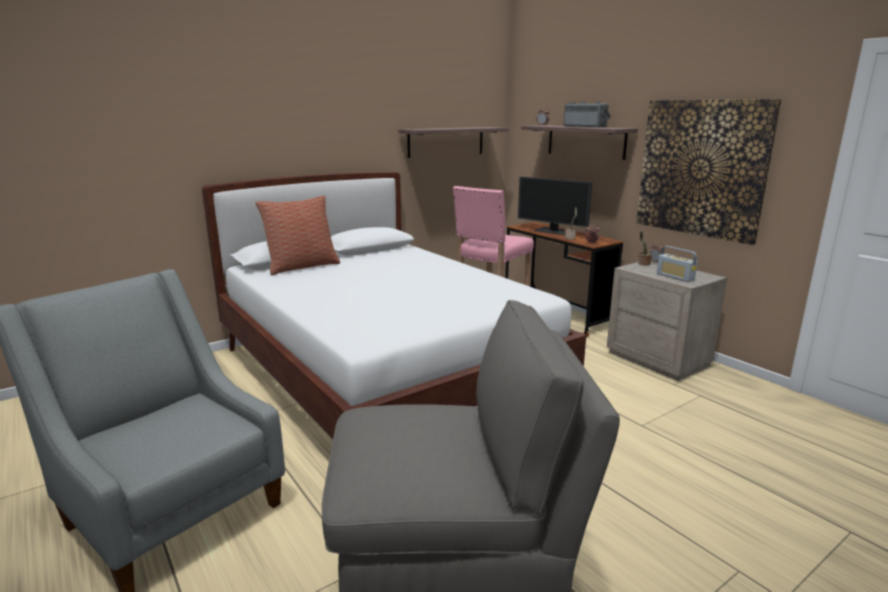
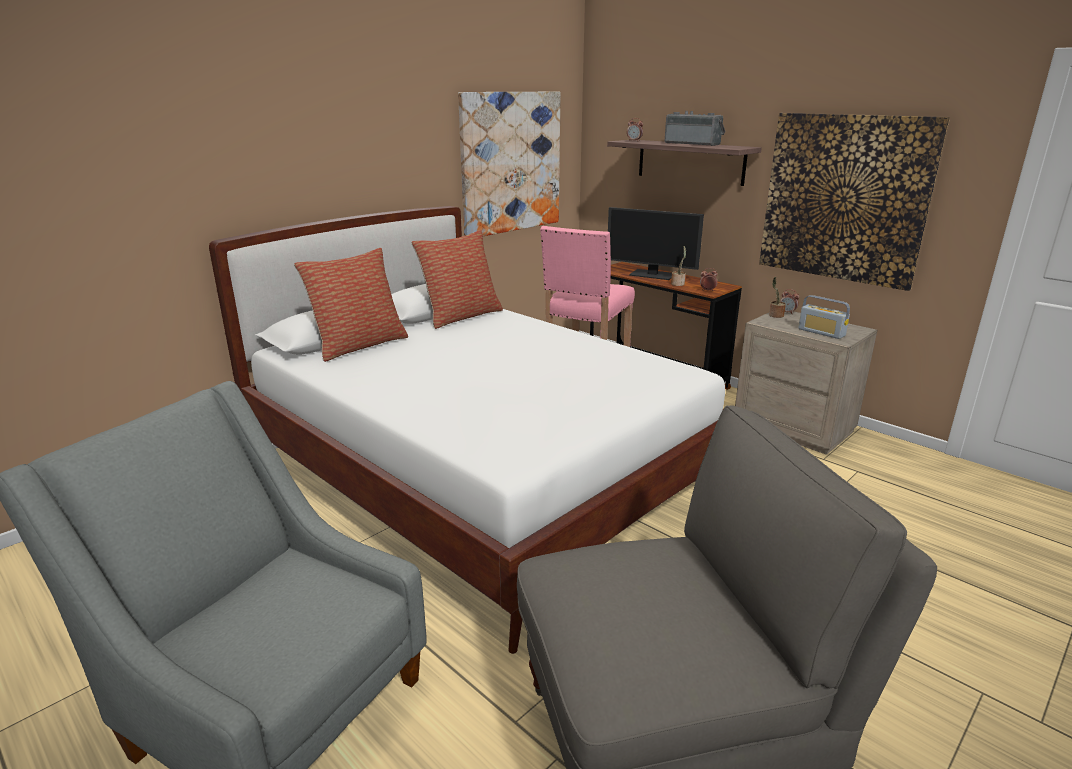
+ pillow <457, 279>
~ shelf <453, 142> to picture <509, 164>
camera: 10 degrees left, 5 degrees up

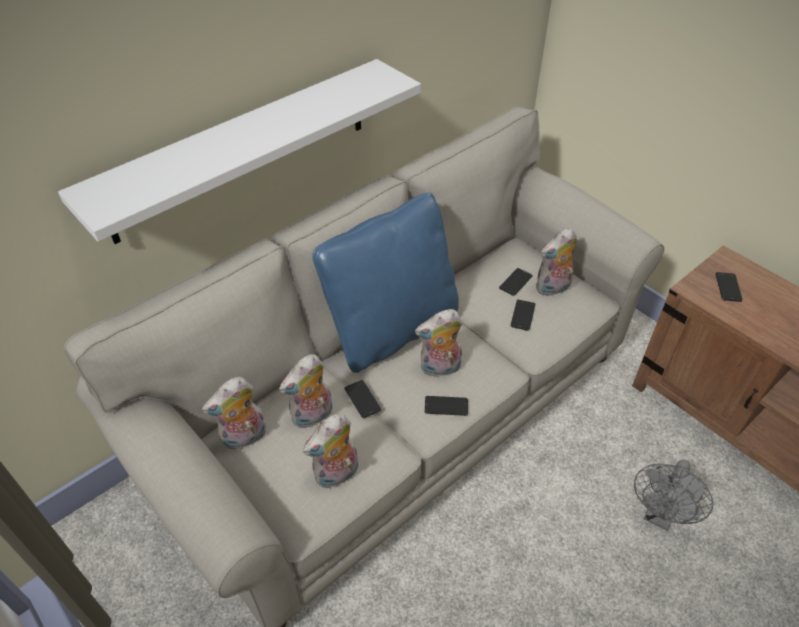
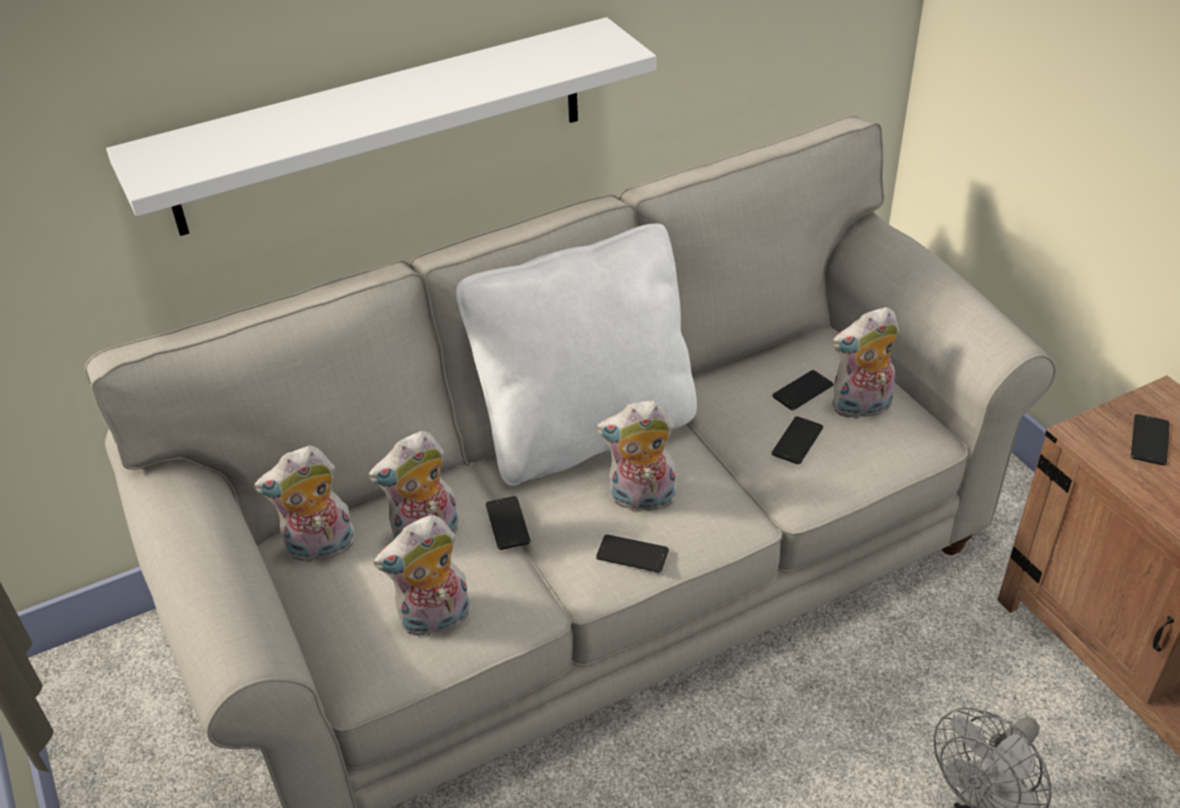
~ pillow/blue <385, 283> to pillow/white <576, 355>
camera: 15 degrees right, 5 degrees down

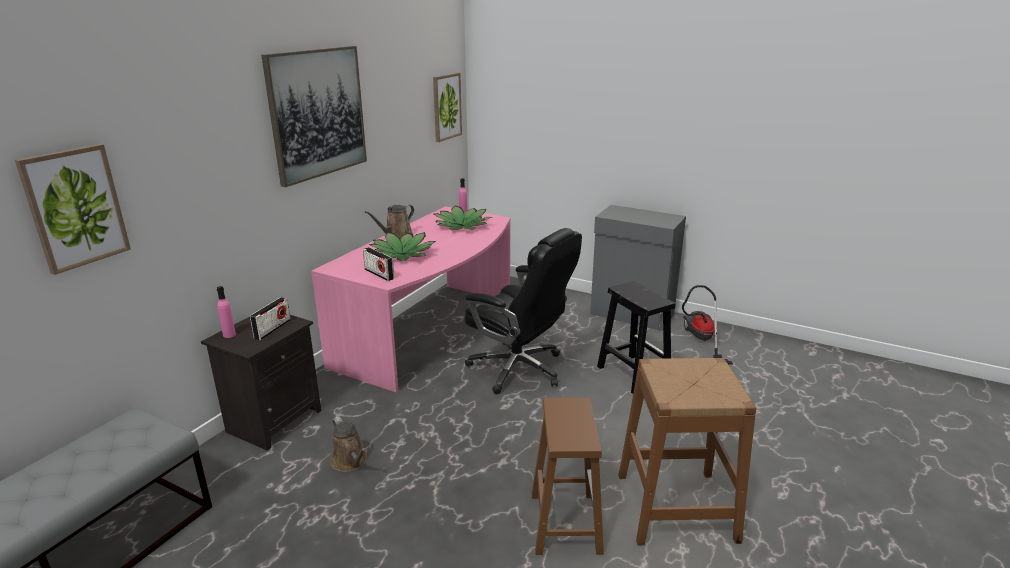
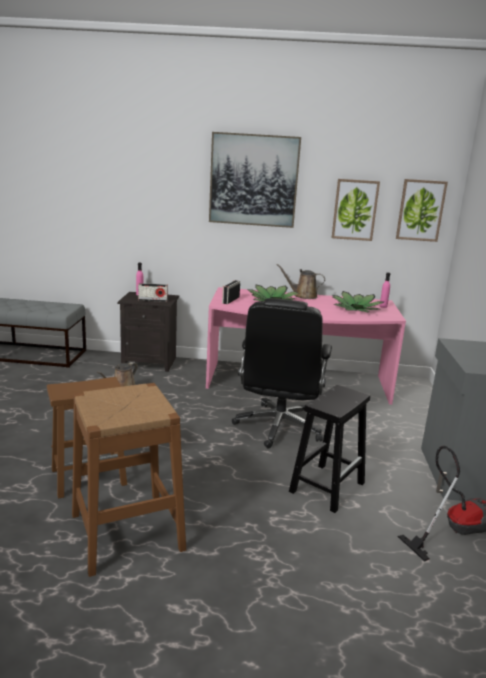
~ picture <73, 209> to <356, 210>
camera: 65 degrees right, 5 degrees down

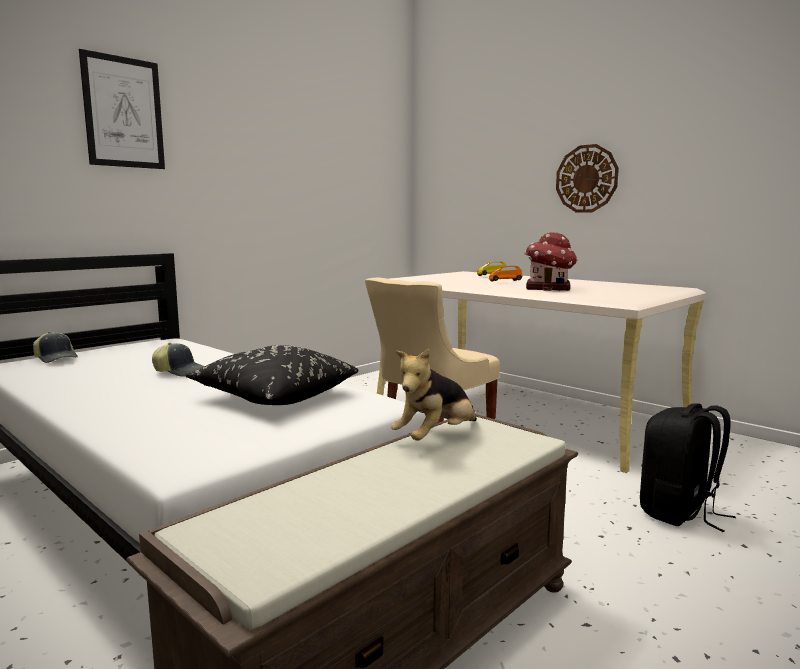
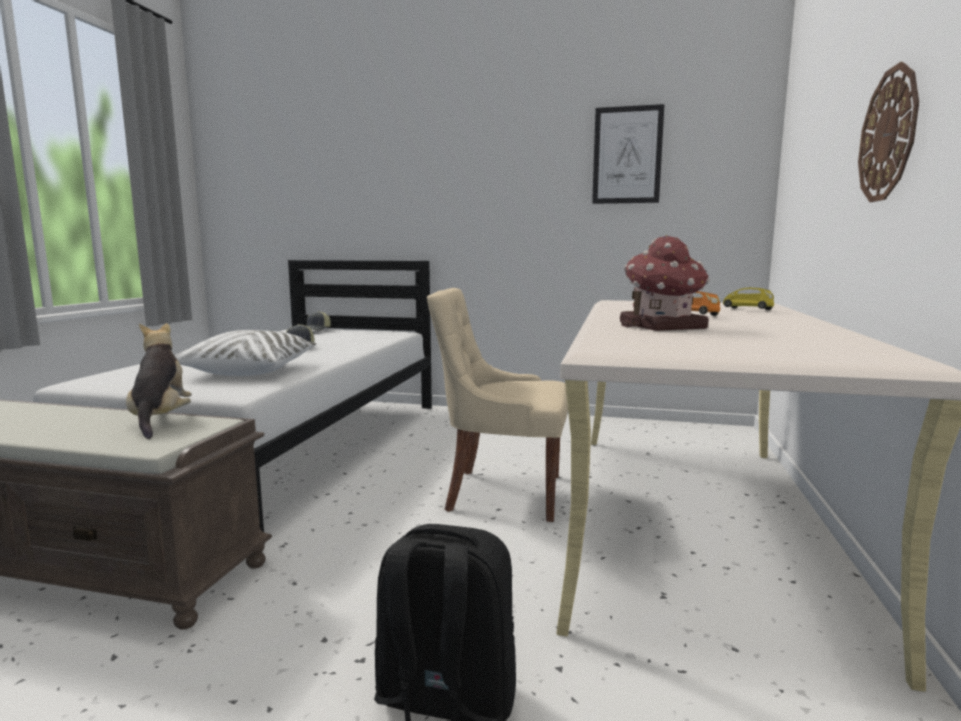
~ picture <122, 109> to <628, 154>
~ pillow/black <271, 375> to pillow/white <245, 353>
~ plush toy <434, 394> = <159, 381> 60 degrees clockwise
camera: 60 degrees right, 0 degrees up

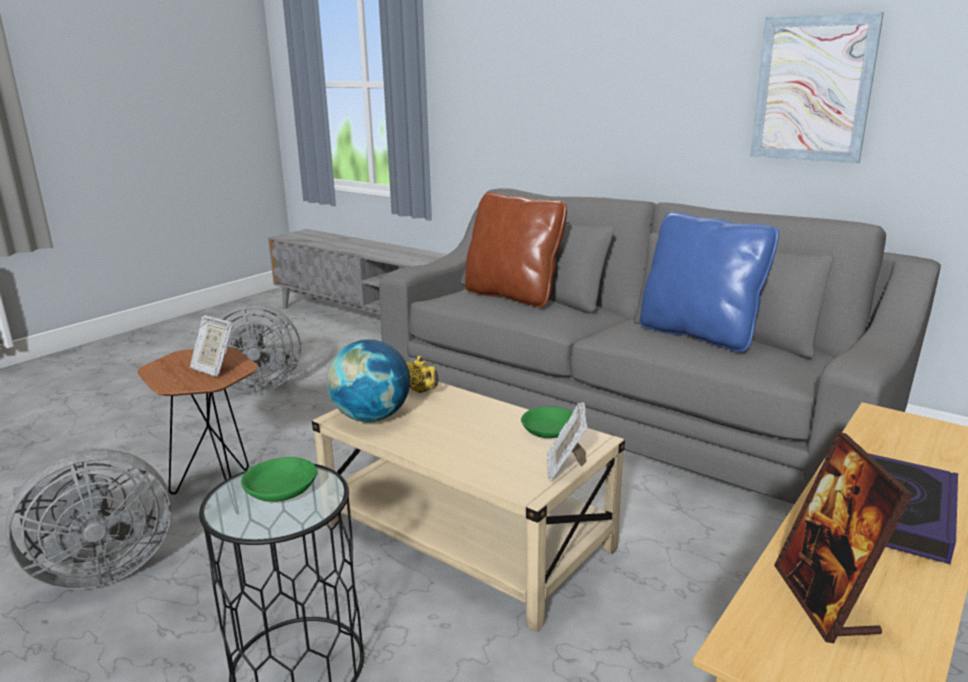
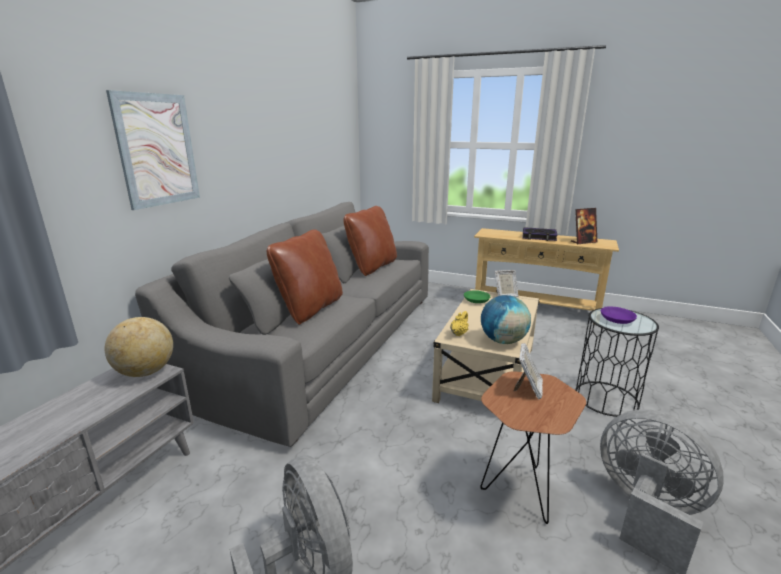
+ globe <139, 347>
~ picture <817, 87> to <153, 150>
~ bowl/green <279, 479> to bowl/purple <619, 315>
~ pillow/blue <709, 282> to pillow/brown <370, 241>
camera: 105 degrees left, 0 degrees up

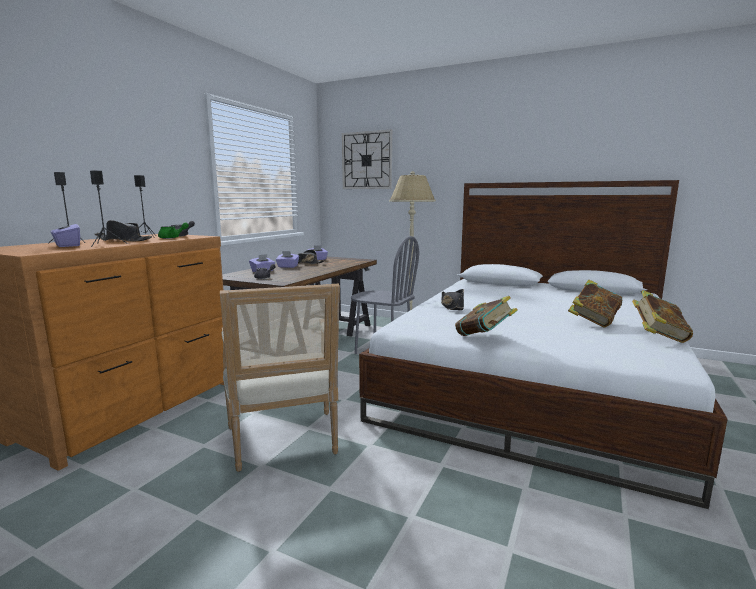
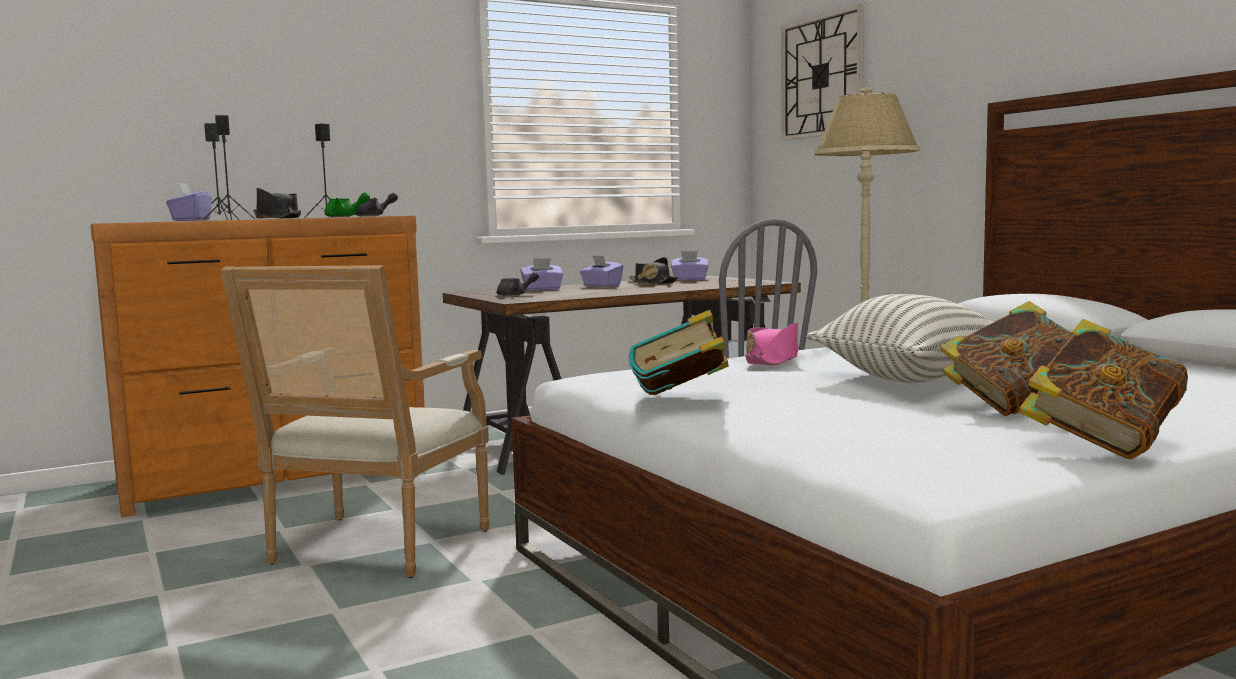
+ pillow <900, 338>
~ hat/black <452, 299> to hat/pink <772, 344>
camera: 35 degrees right, 5 degrees down

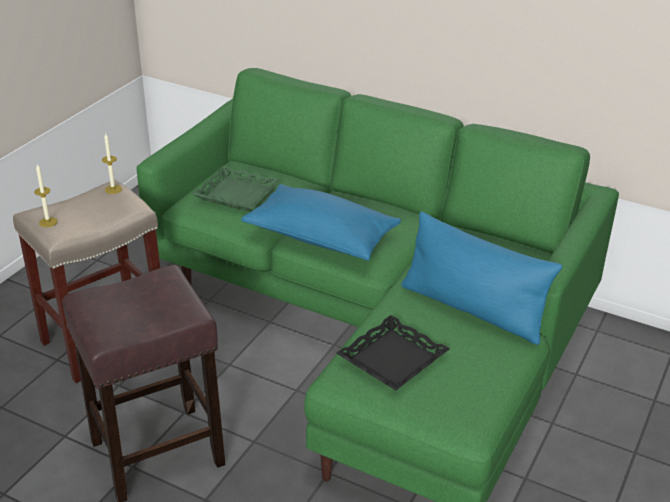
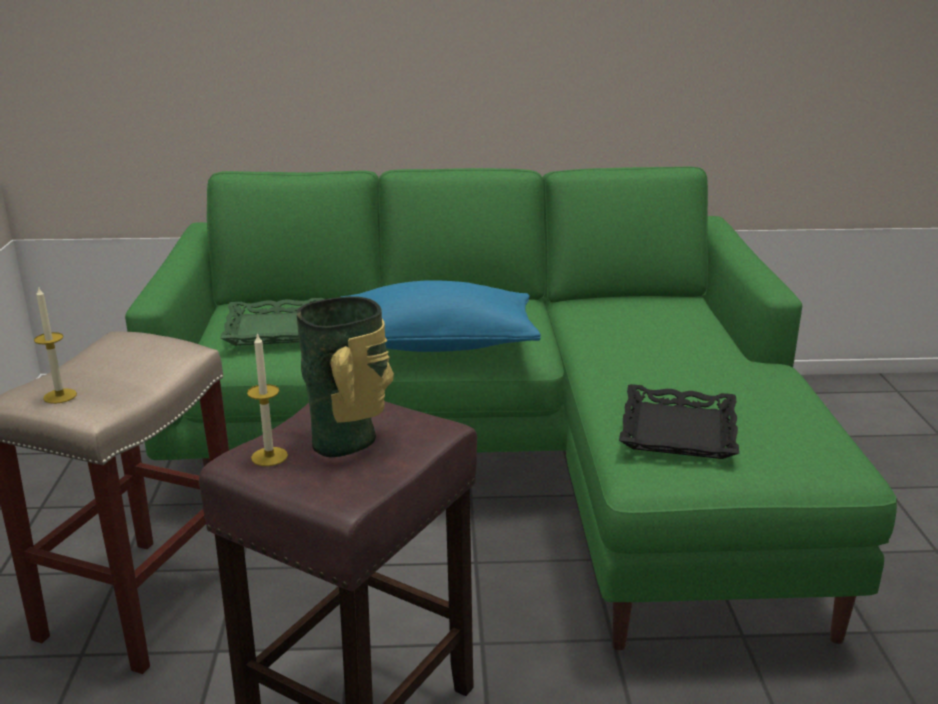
- pillow/blue <481, 278>
+ vase <345, 376>
~ candle <112, 164> to <267, 399>
camera: 30 degrees left, 10 degrees down

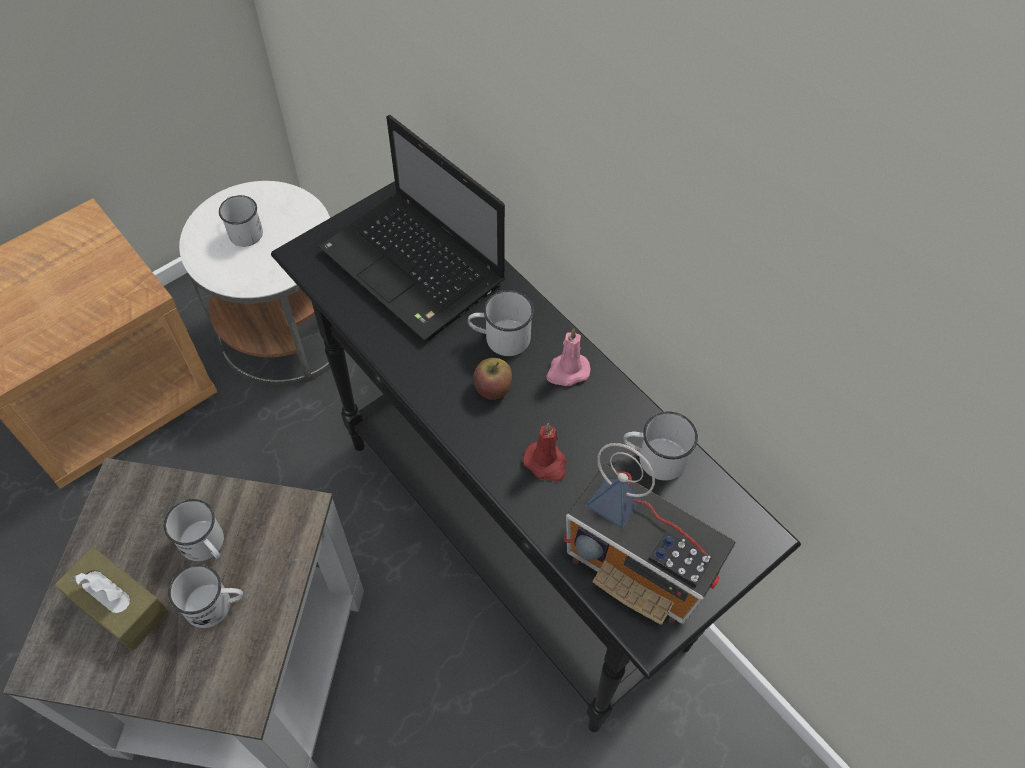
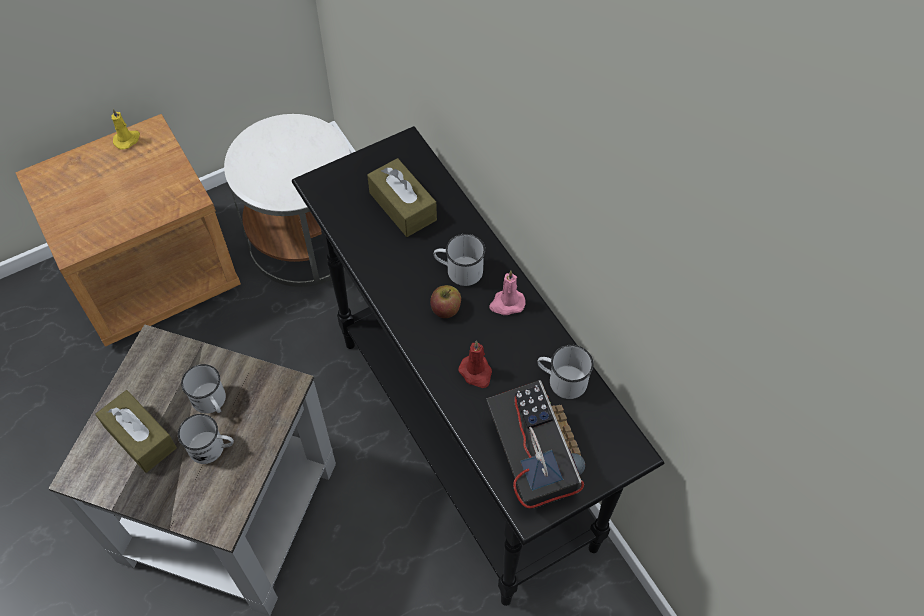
- mug/white <241, 221>
+ candle/yellow <125, 129>
~ laptop <411, 228> to tissue box/brown <402, 197>
~ radio <650, 534> = <535, 444> 150 degrees counterclockwise
camera: 10 degrees right, 0 degrees up

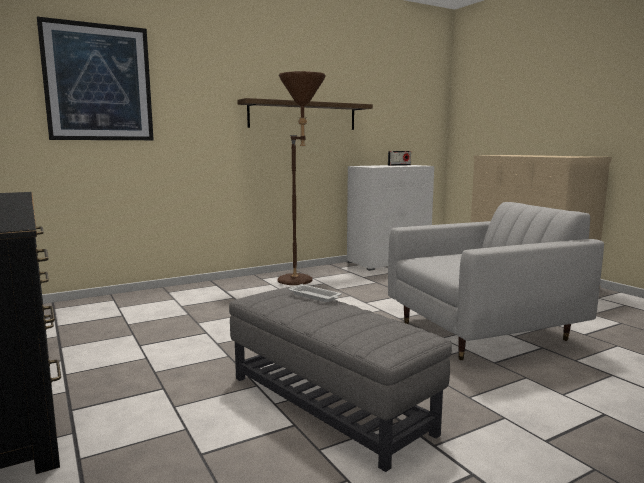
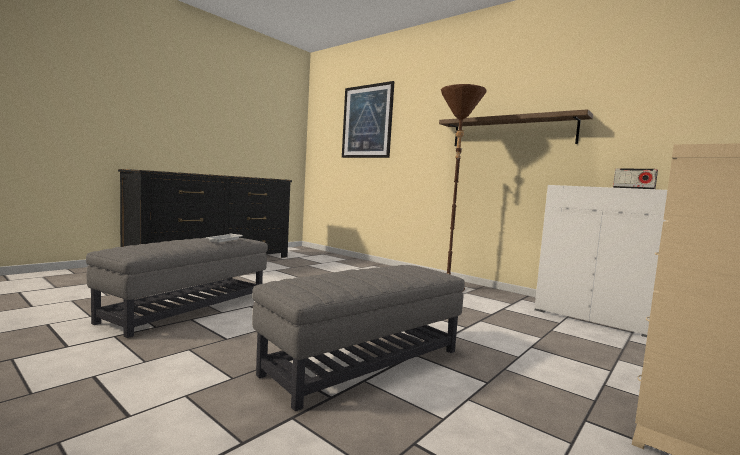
~ armchair/white <496, 281> to ottoman/grey <358, 338>
camera: 70 degrees right, 5 degrees down

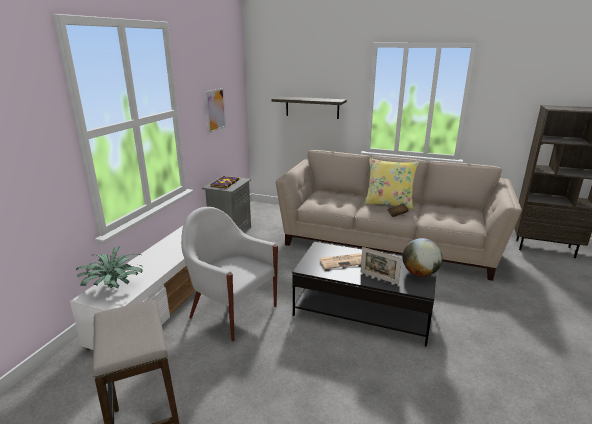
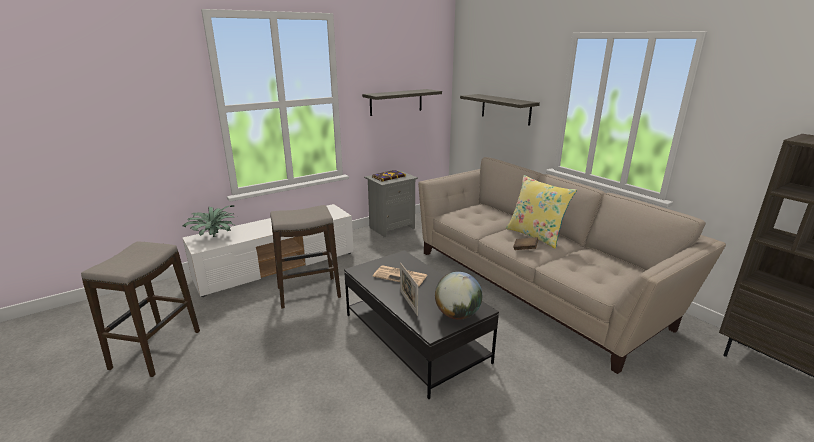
~ armchair/white <229, 274> to stool <305, 257>
~ picture <215, 110> to shelf <402, 102>
camera: 35 degrees right, 0 degrees up

